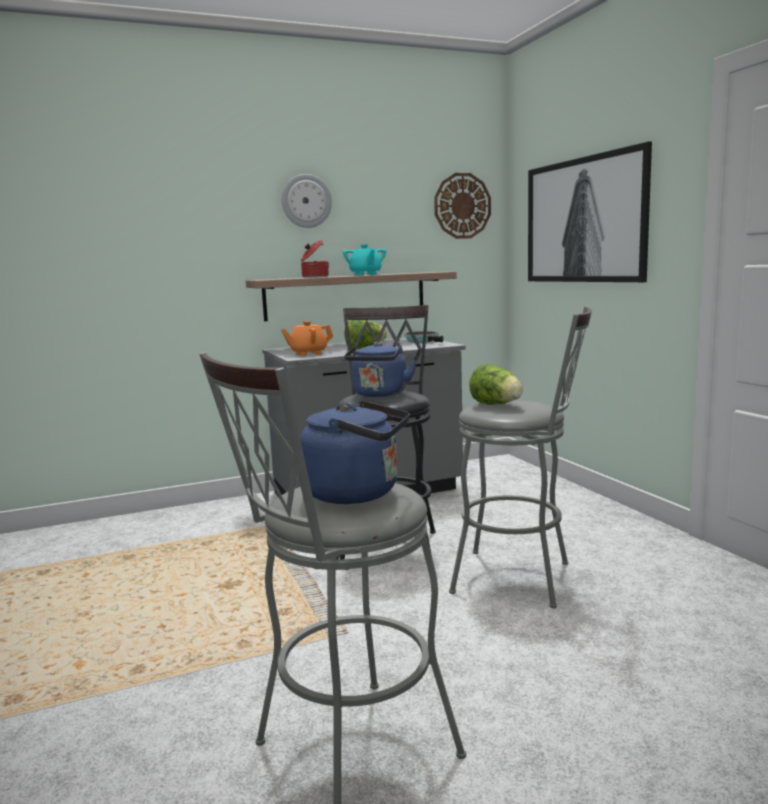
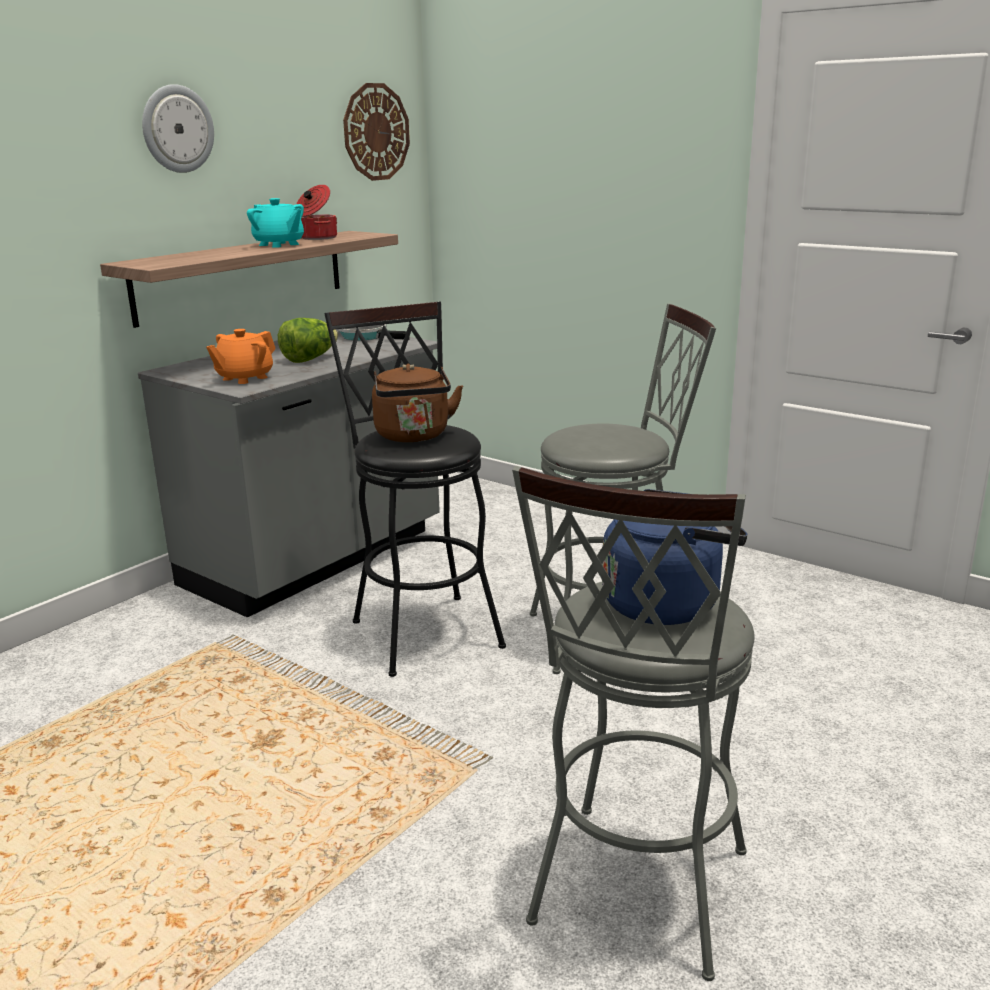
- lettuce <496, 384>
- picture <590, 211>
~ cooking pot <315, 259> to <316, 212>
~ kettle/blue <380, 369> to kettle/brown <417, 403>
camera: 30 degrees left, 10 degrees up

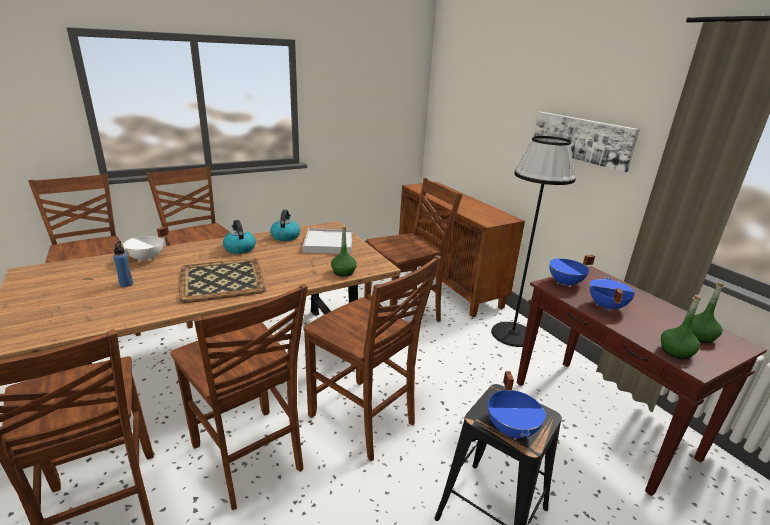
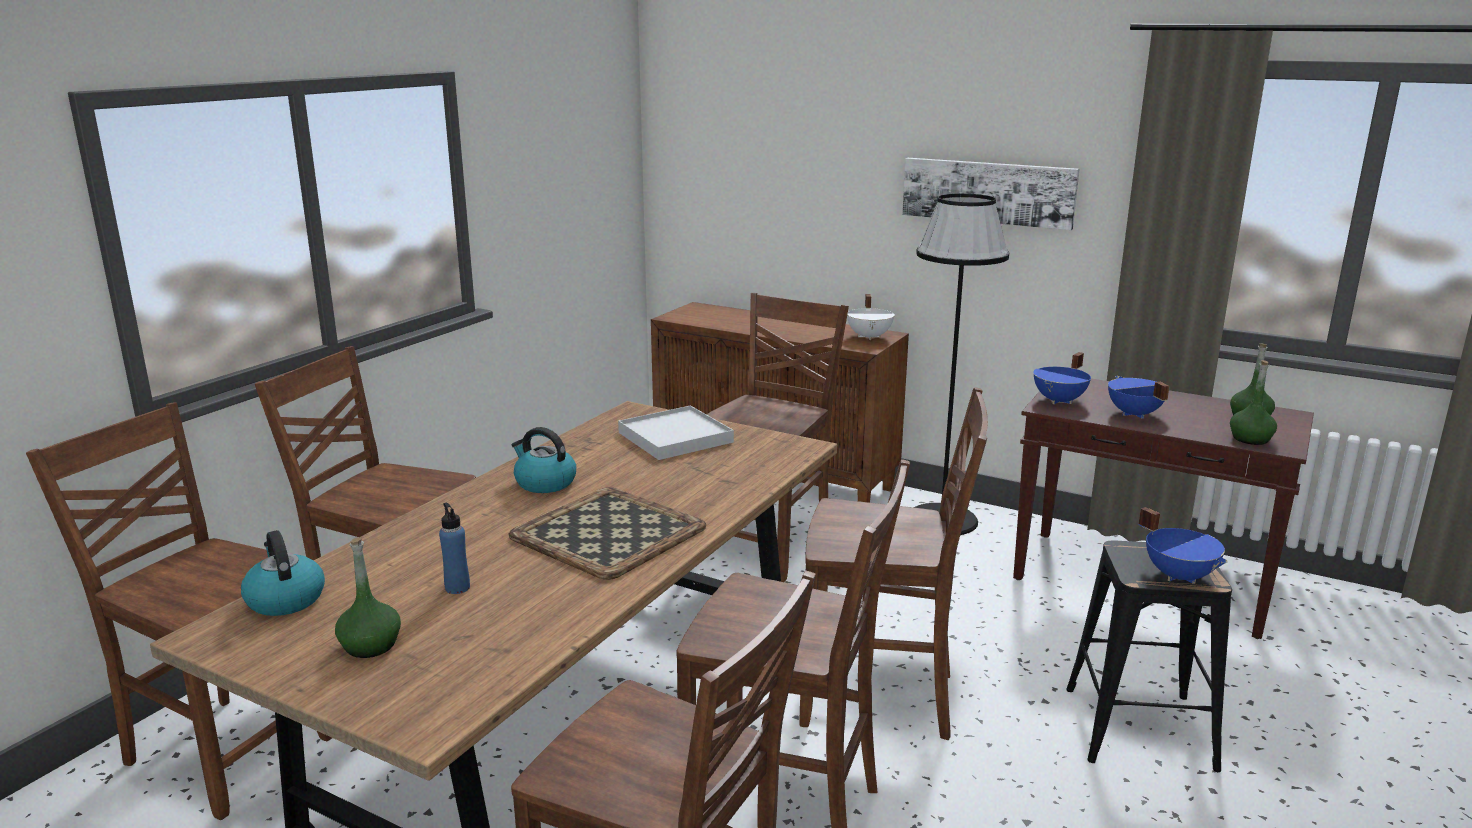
~ cooking pot/white <145, 244> to <871, 317>
~ kettle <285, 225> to <283, 573>
~ bottle/green <344, 251> to <368, 597>
camera: 30 degrees left, 5 degrees down

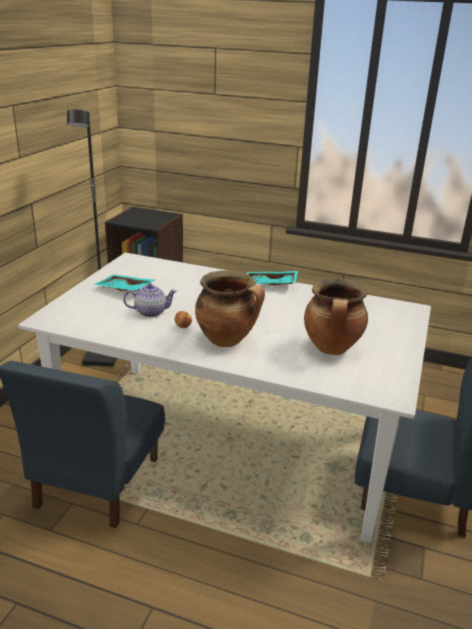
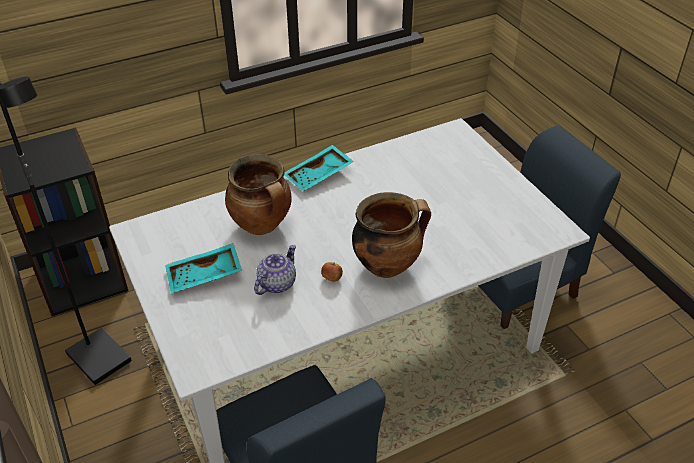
~ cooking pot <336, 316> to <258, 194>
camera: 45 degrees left, 15 degrees up

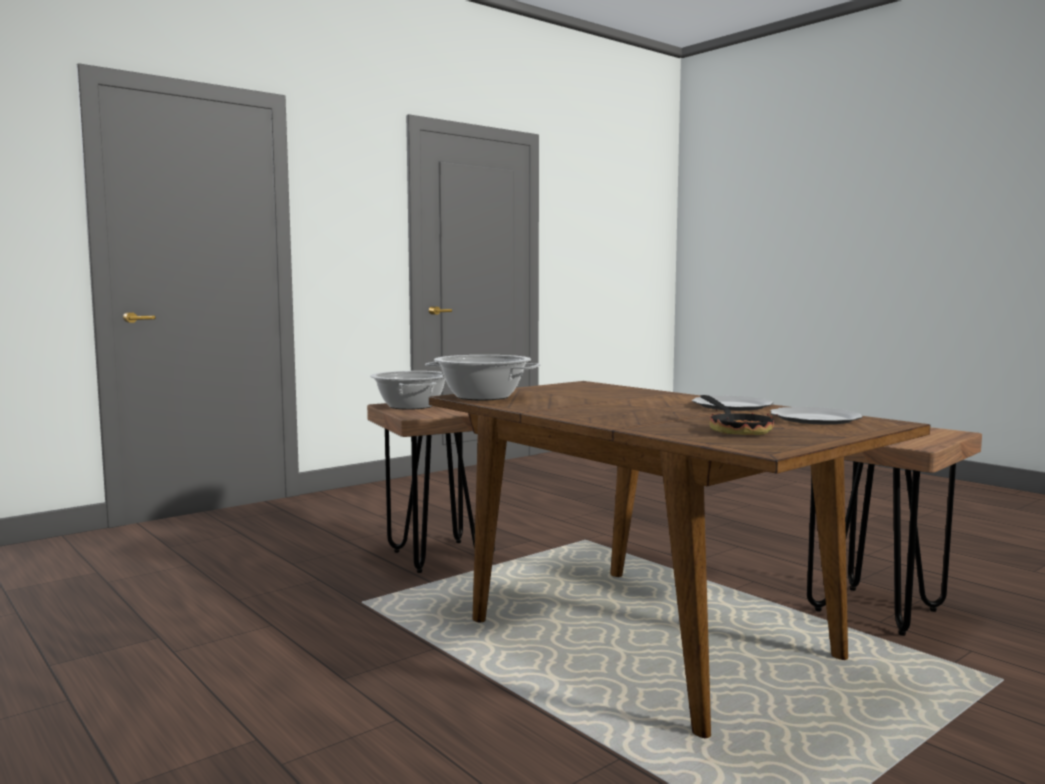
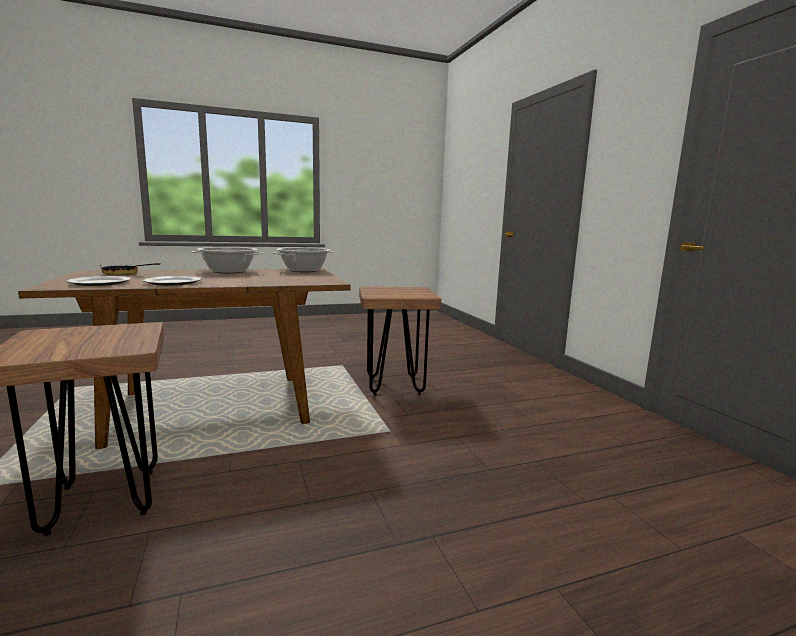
~ cooking pot <407, 390> to <228, 260>
camera: 110 degrees right, 5 degrees up

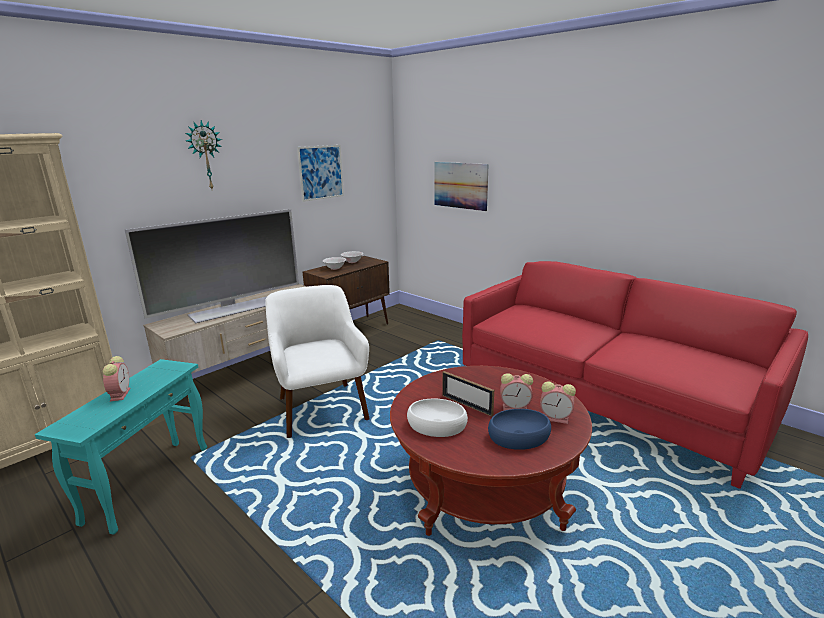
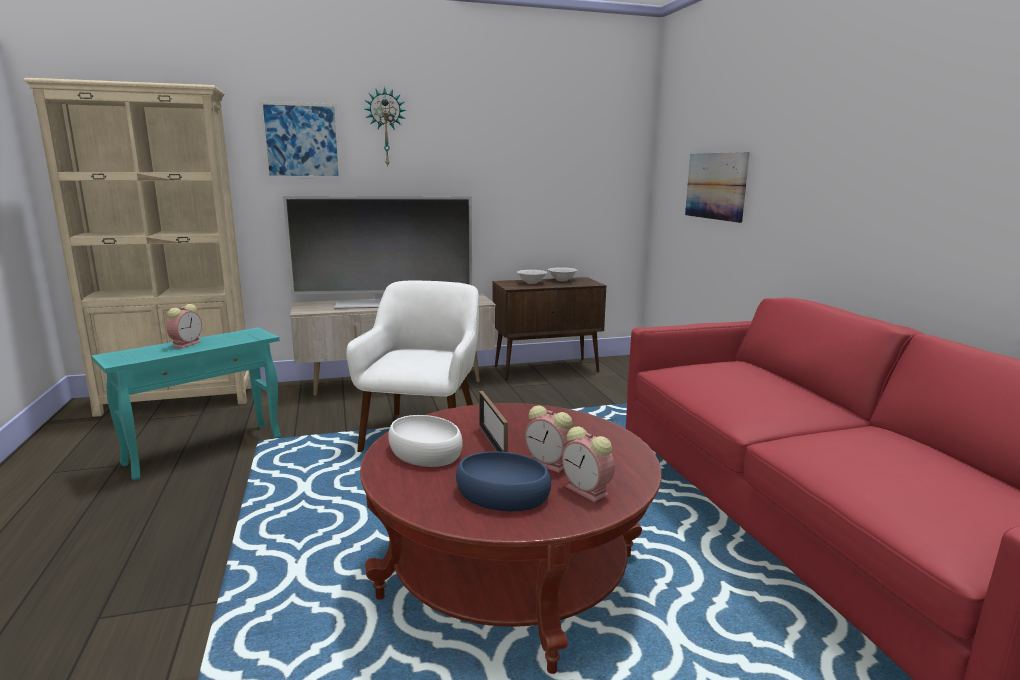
~ picture <320, 173> to <300, 140>
camera: 30 degrees right, 5 degrees down

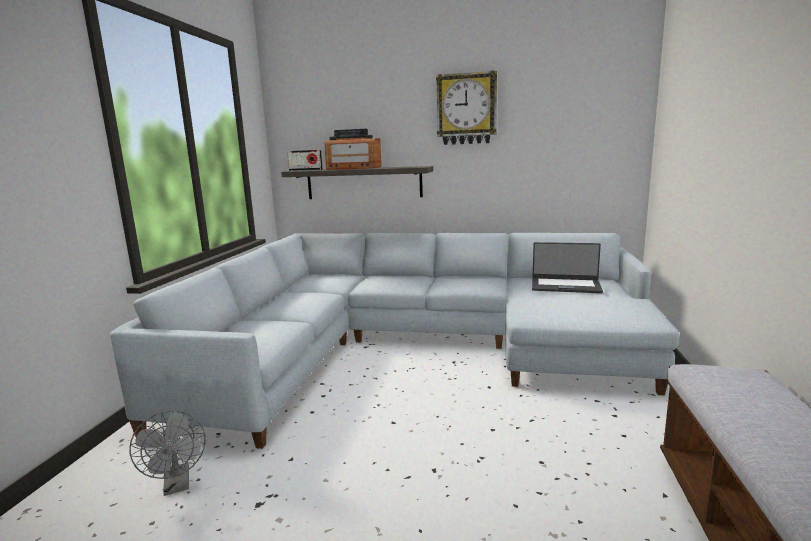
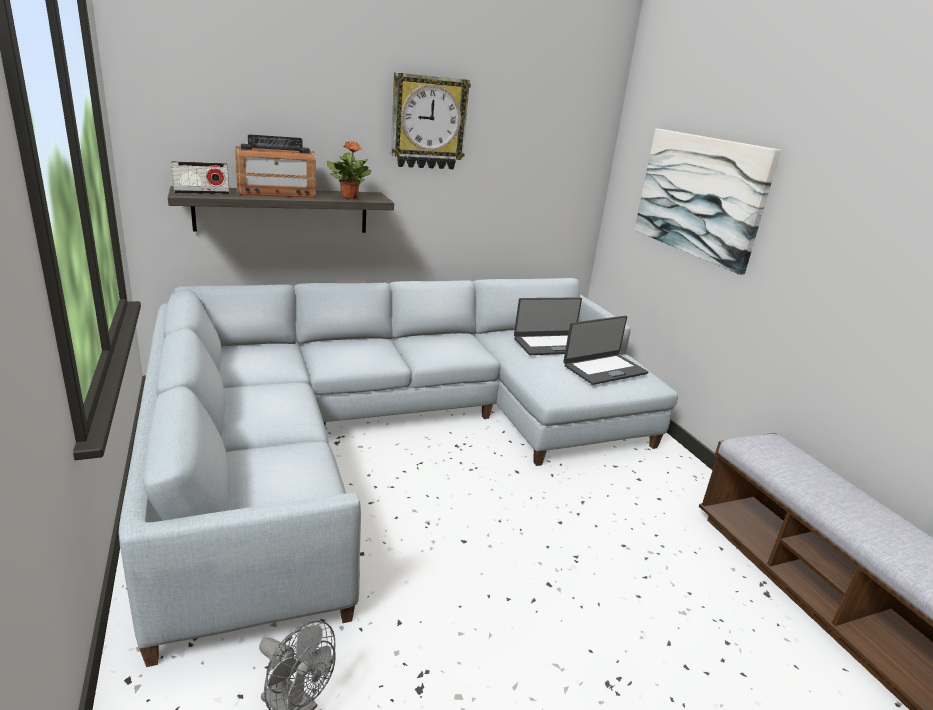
+ potted plant <349, 170>
+ laptop <605, 350>
+ picture <707, 202>
camera: 35 degrees left, 10 degrees up

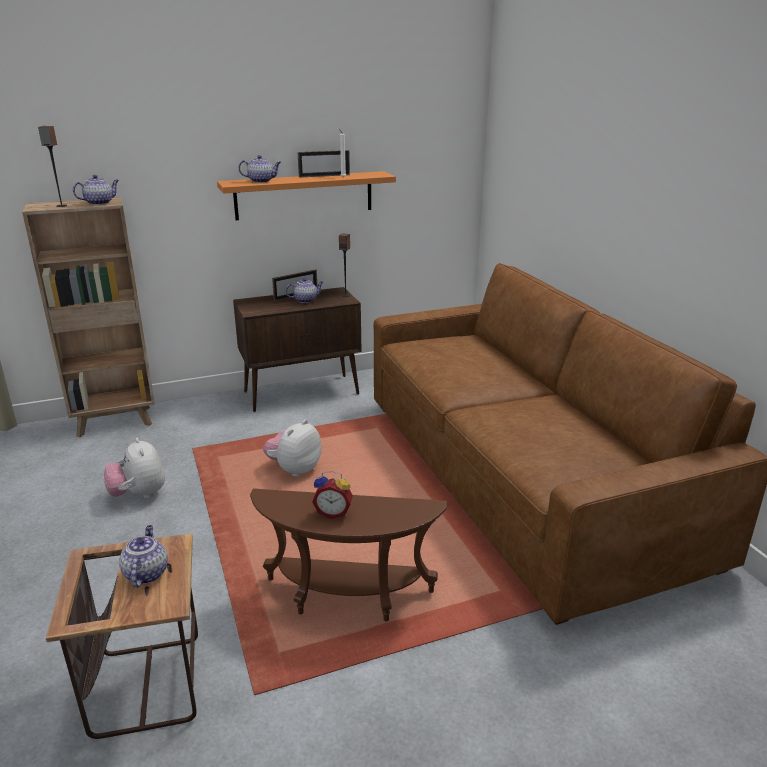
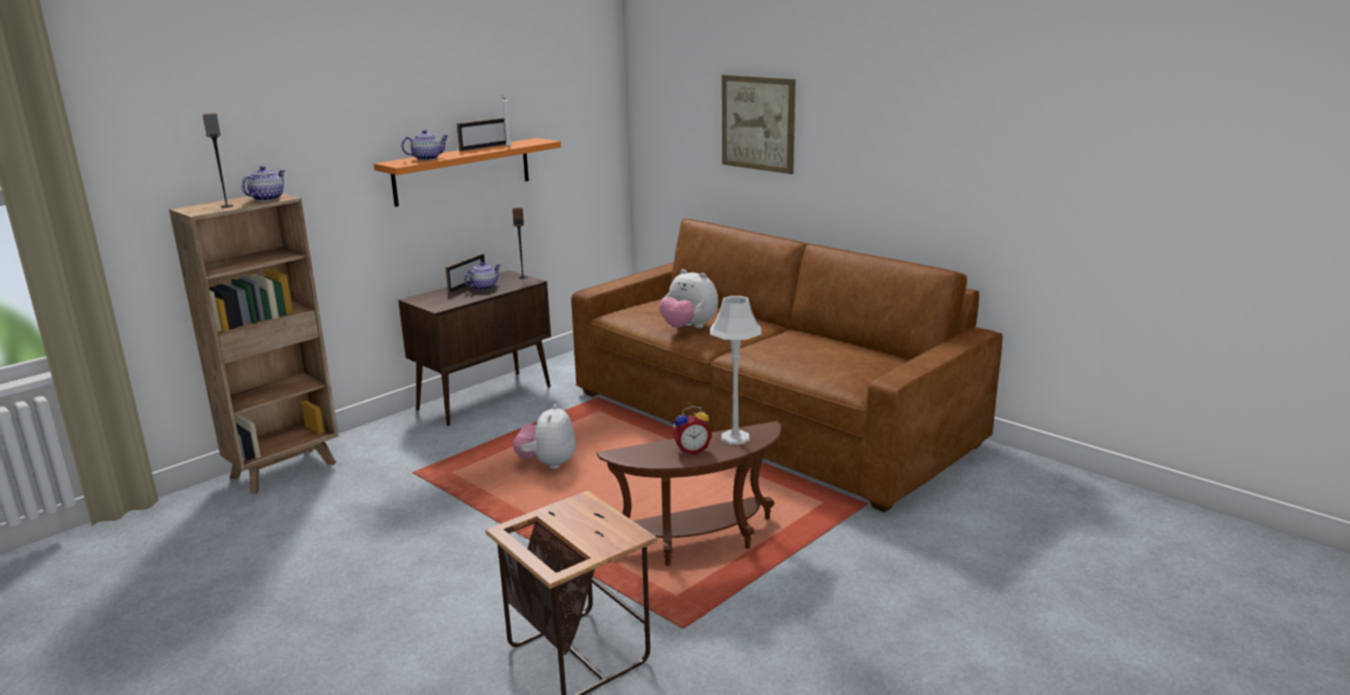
- teapot <143, 556>
+ table lamp/grey <735, 370>
+ picture <759, 124>
~ plush toy <134, 468> to <688, 298>
camera: 25 degrees left, 5 degrees down

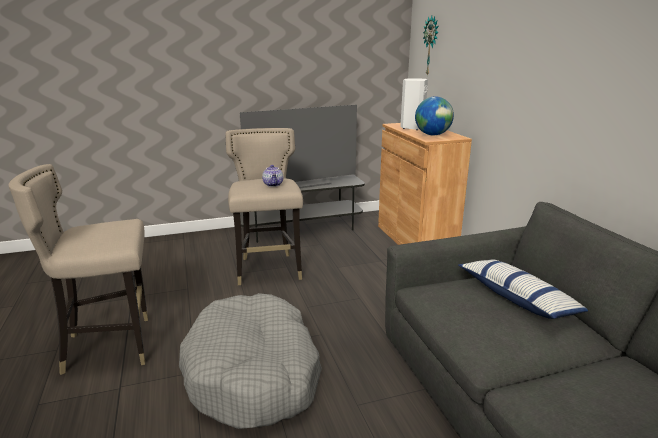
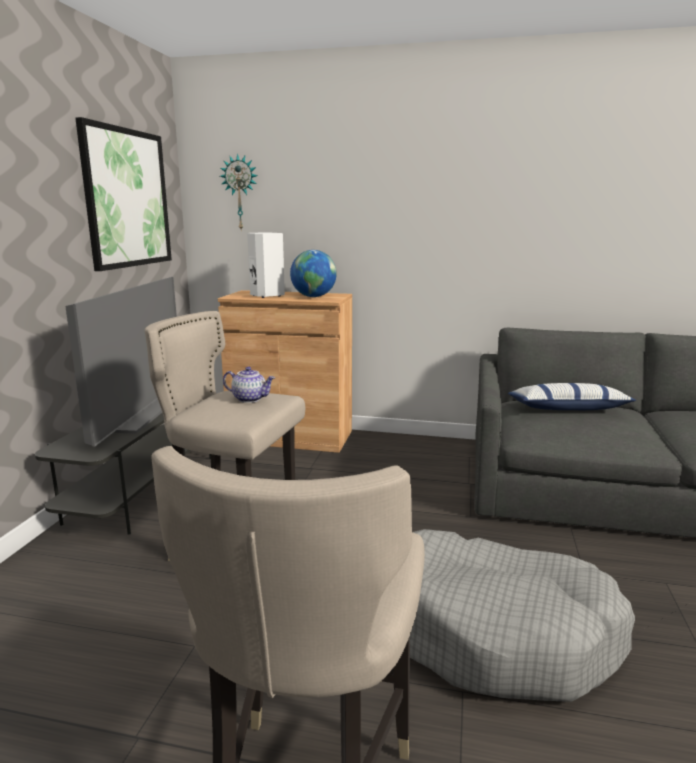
+ picture <123, 194>
camera: 60 degrees left, 5 degrees down

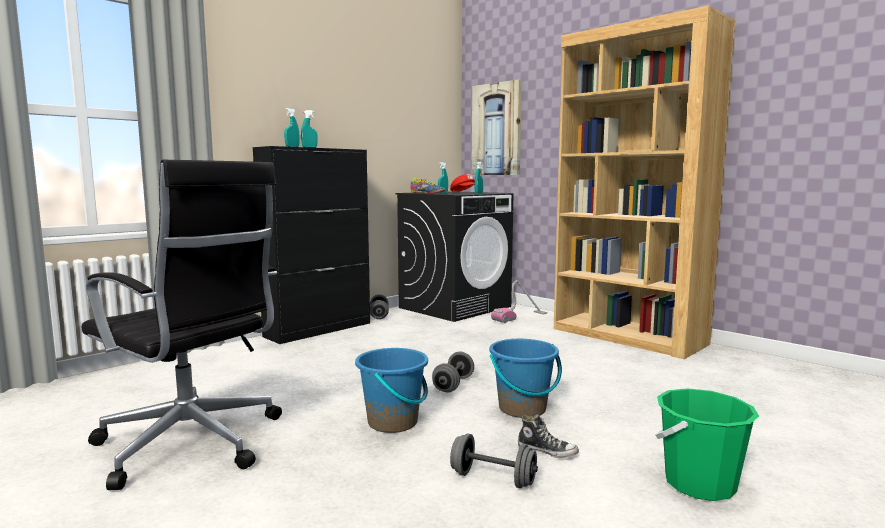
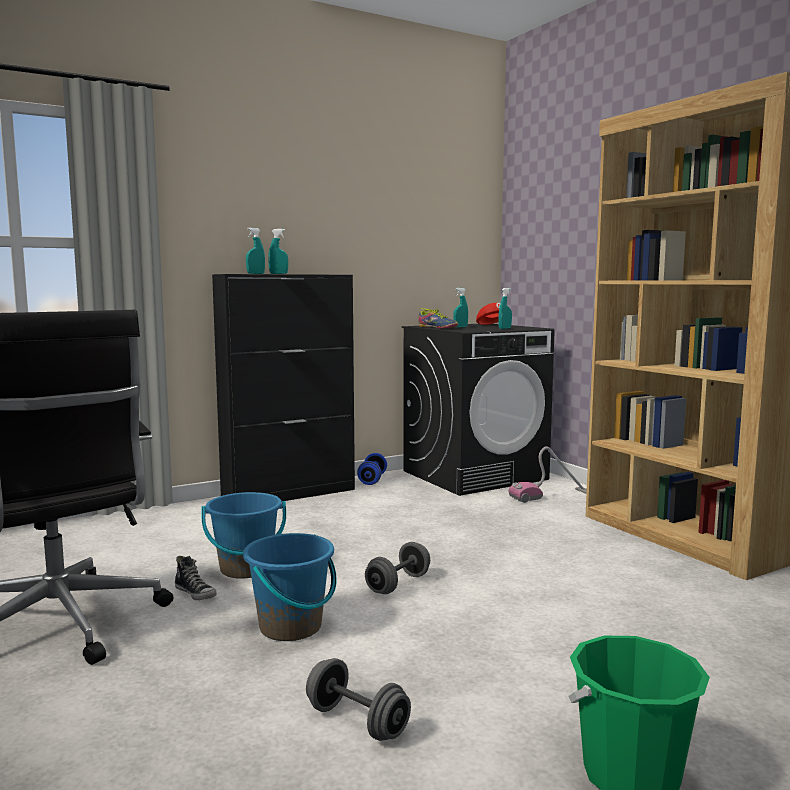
- picture <497, 127>
~ bucket/blue <525, 378> to <244, 535>
~ shoe <548, 436> to <196, 578>
~ dumbbell/grey <379, 306> to dumbbell/blue <372, 469>
camera: 15 degrees right, 0 degrees up

